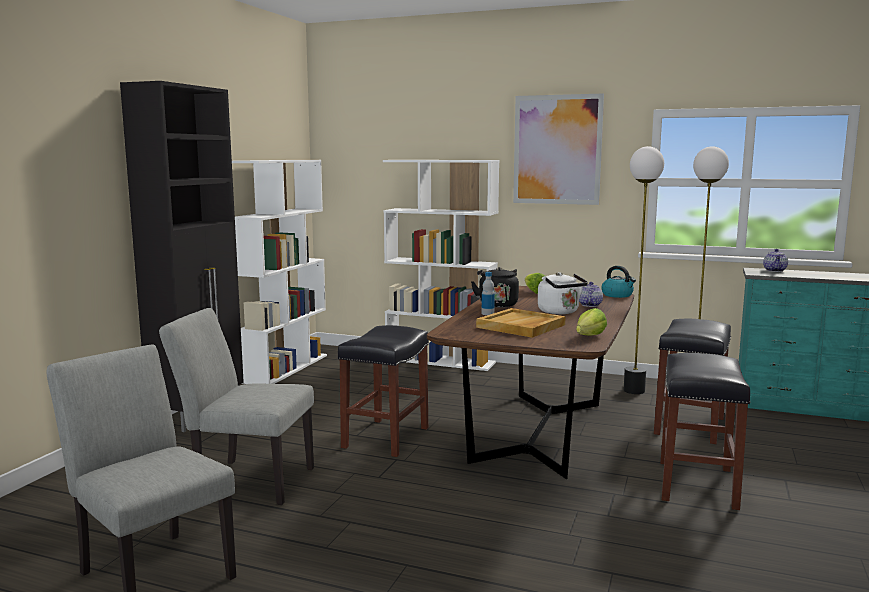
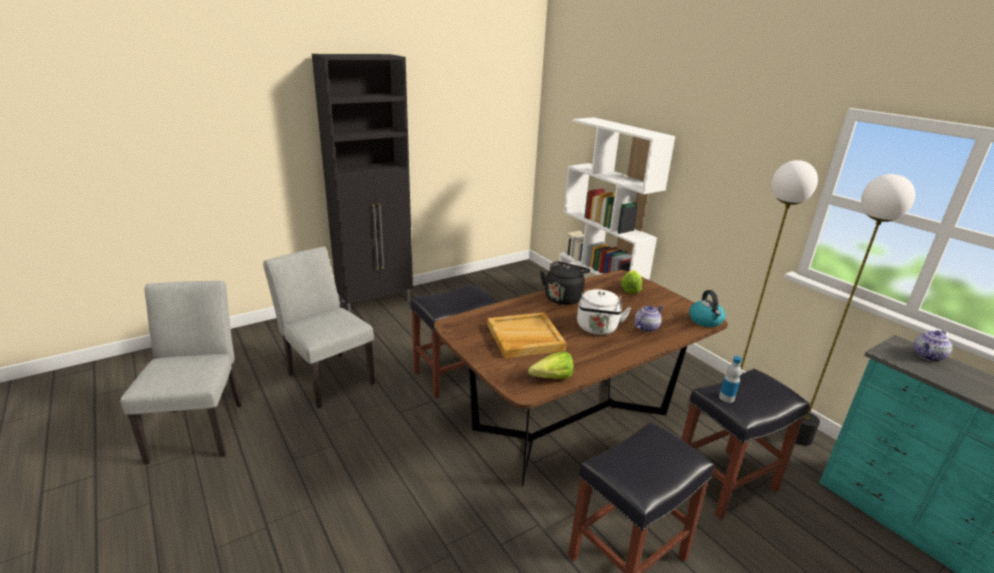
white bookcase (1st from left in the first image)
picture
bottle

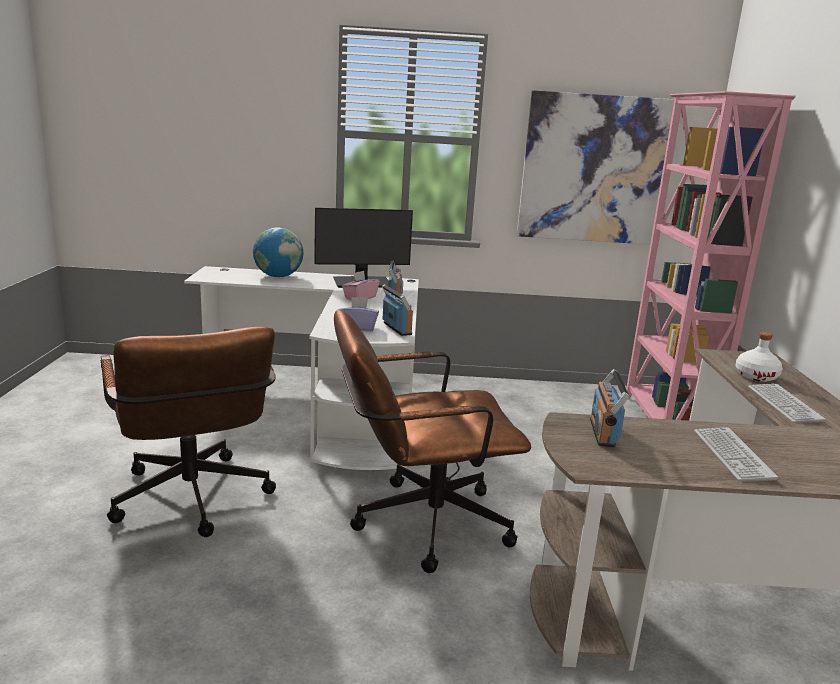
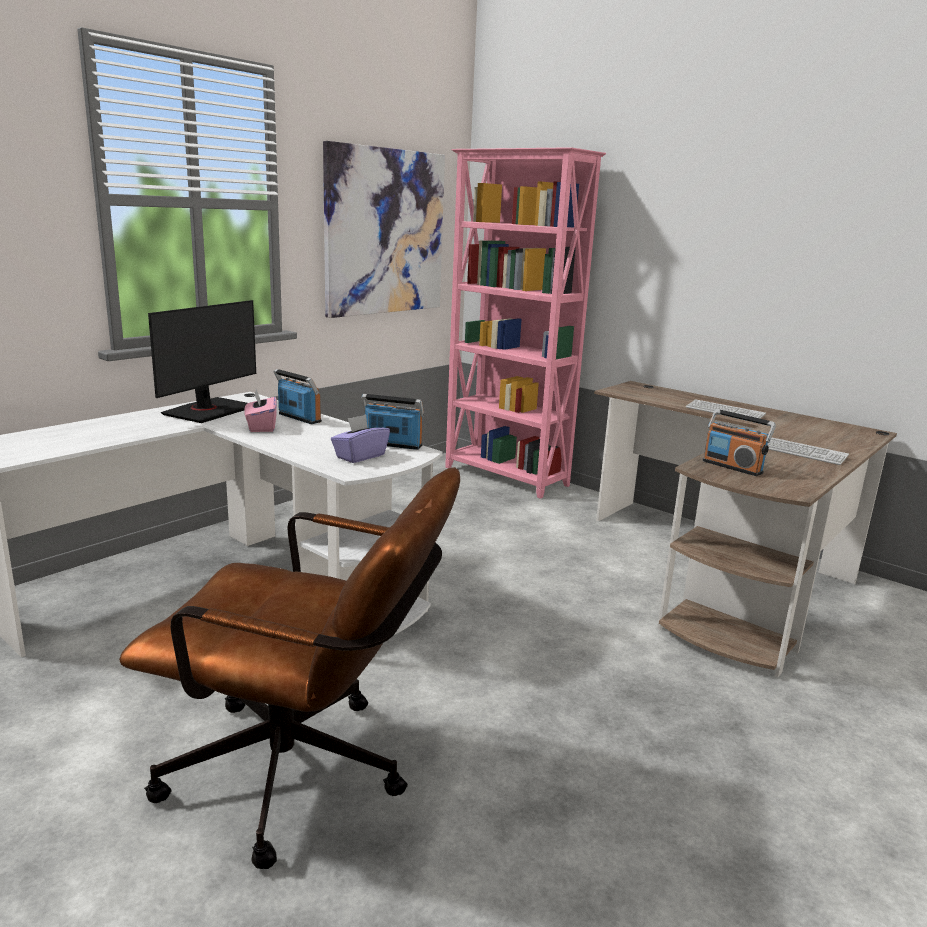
globe
brown office chair (2nd from left in the first image)
white bottle

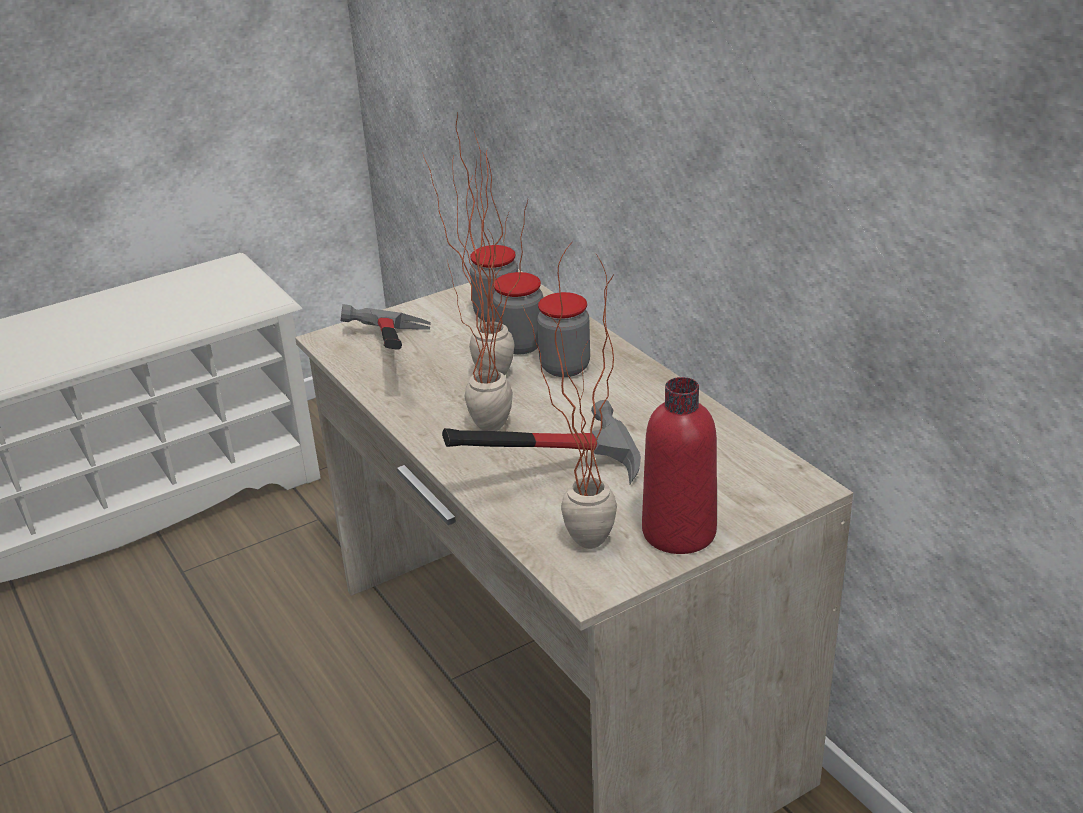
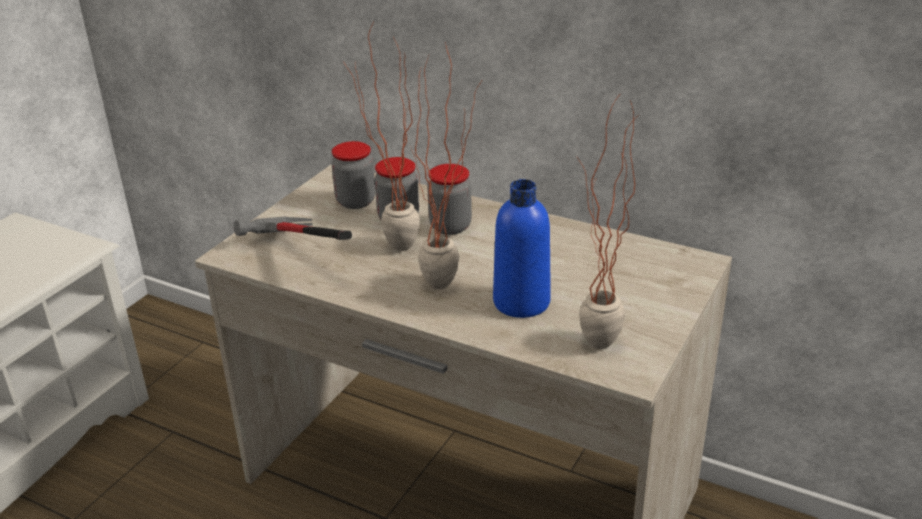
red bottle
blue bottle

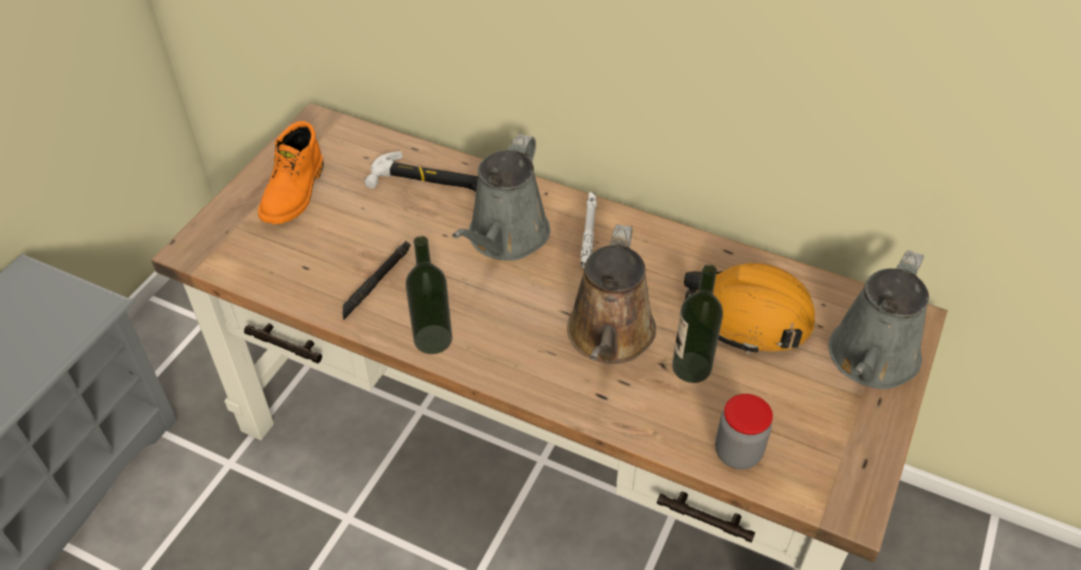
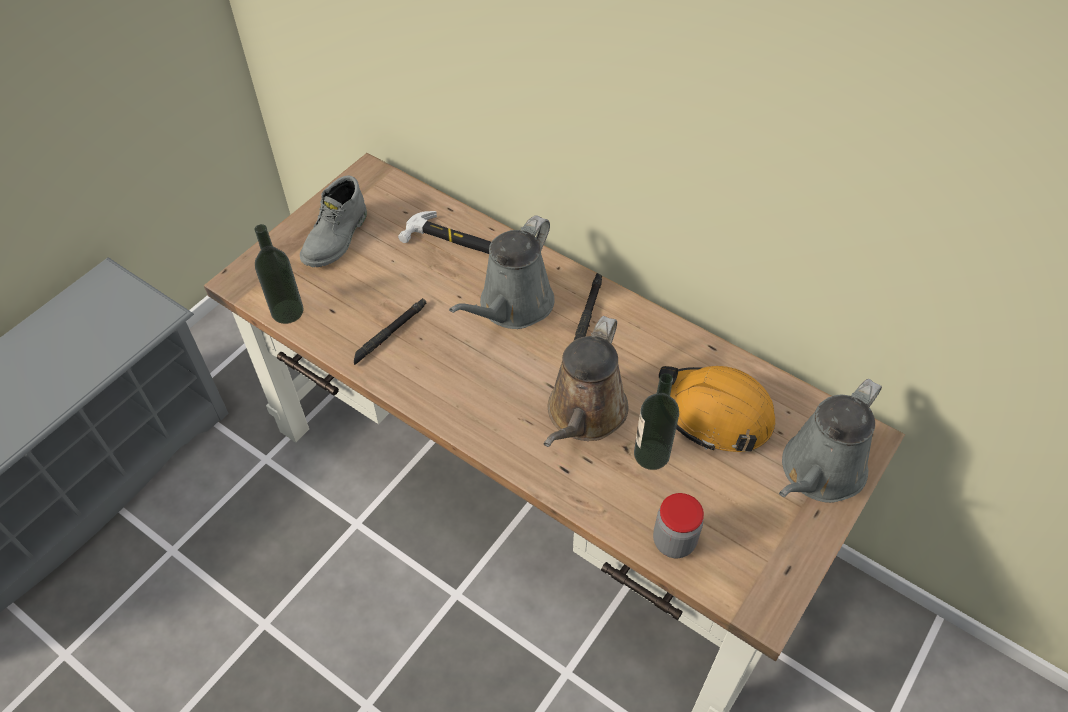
bottle (1st from left)
grey boot
black flashlight (2nd from left)

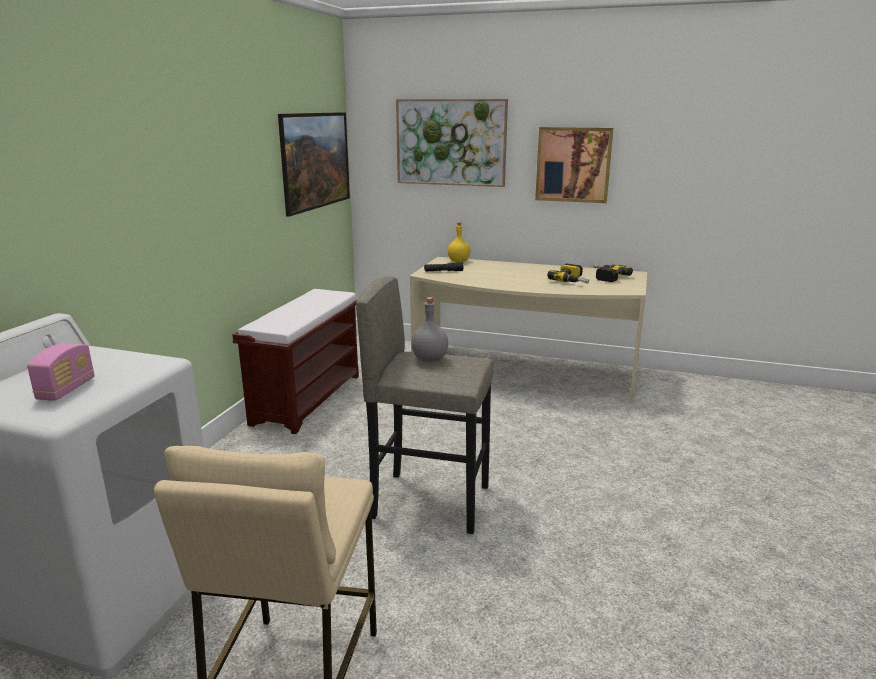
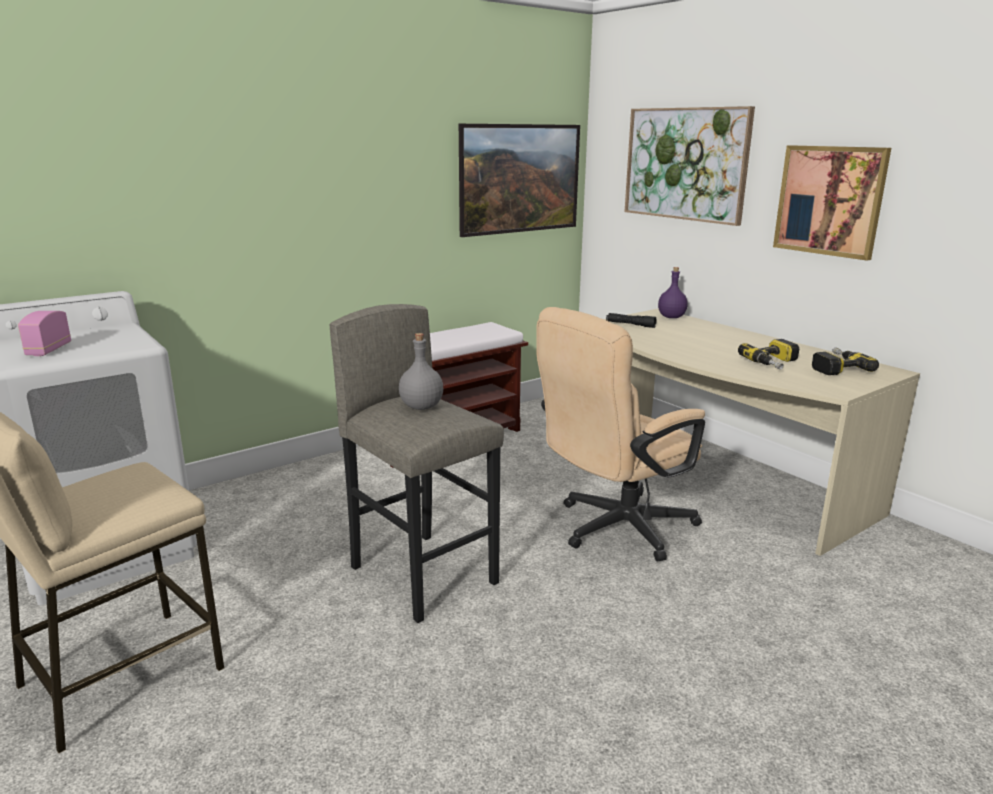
beige office chair
purple bottle
radio

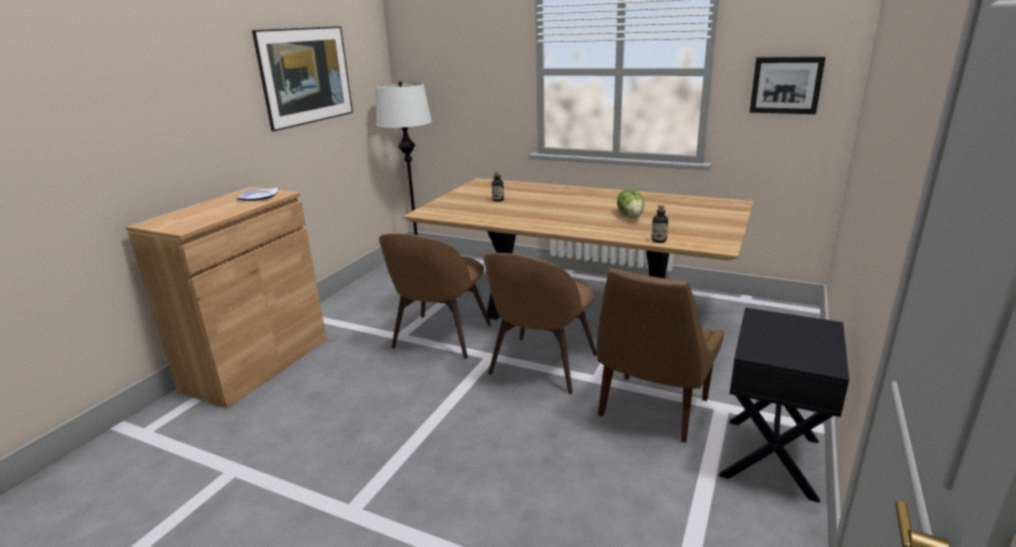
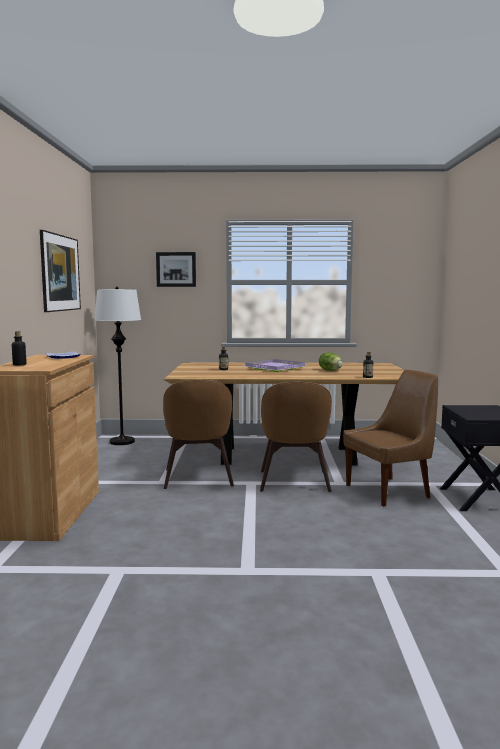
bottle (1st from left)
purple tray
picture (2nd from left)
brown chair (3rd from left)

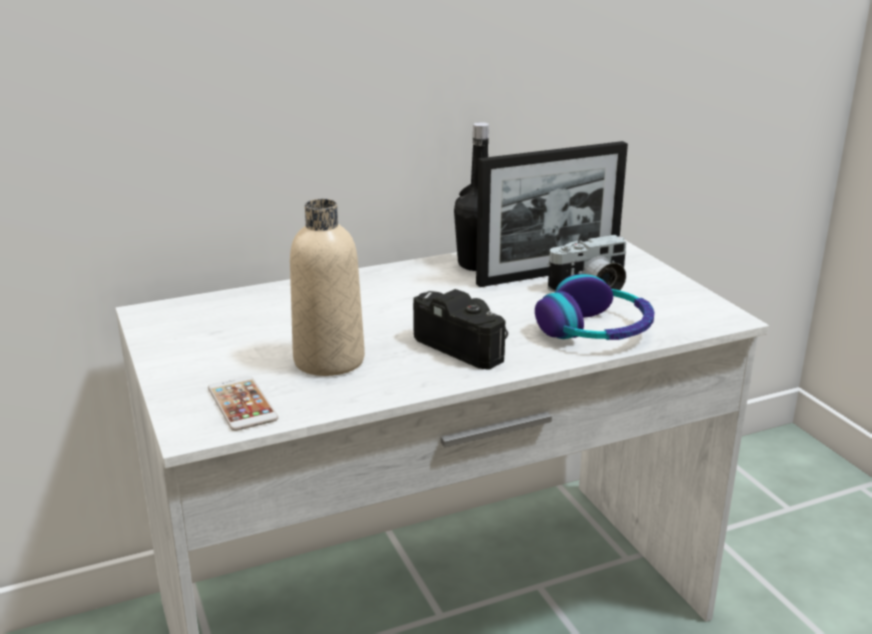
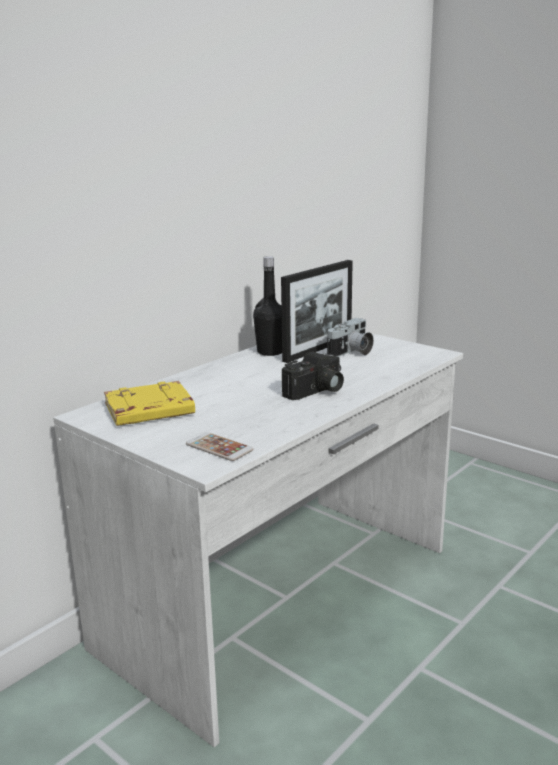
beige bottle
headphones
yellow book
photo camera (1st from left)

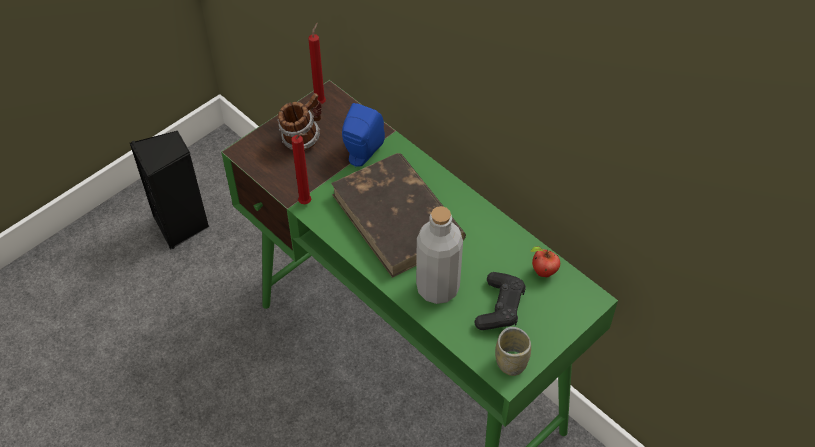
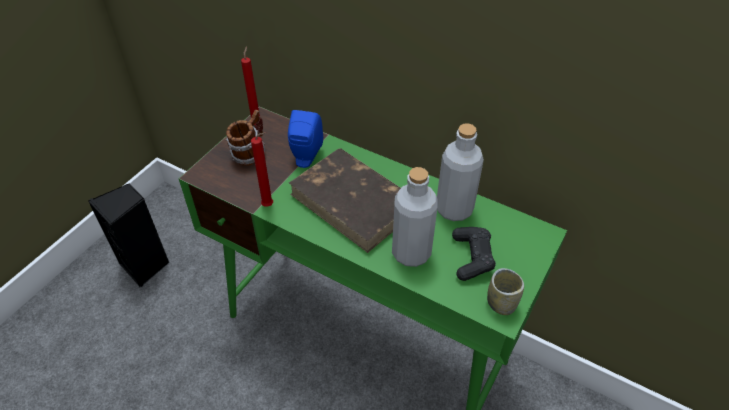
apple
grey bottle (2nd from left)

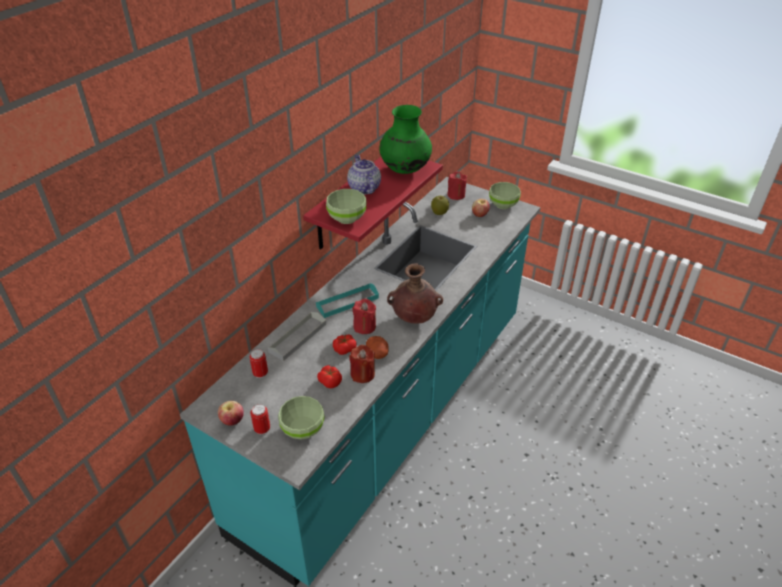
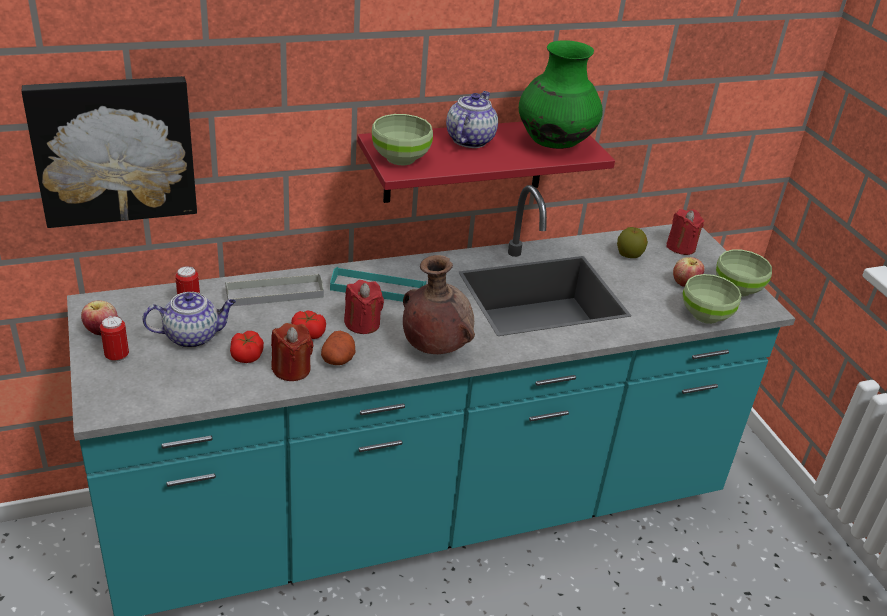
picture
teapot (1st from left)
green bowl (2nd from left)

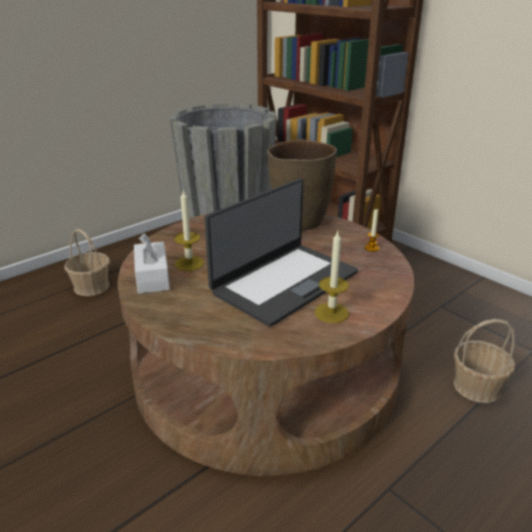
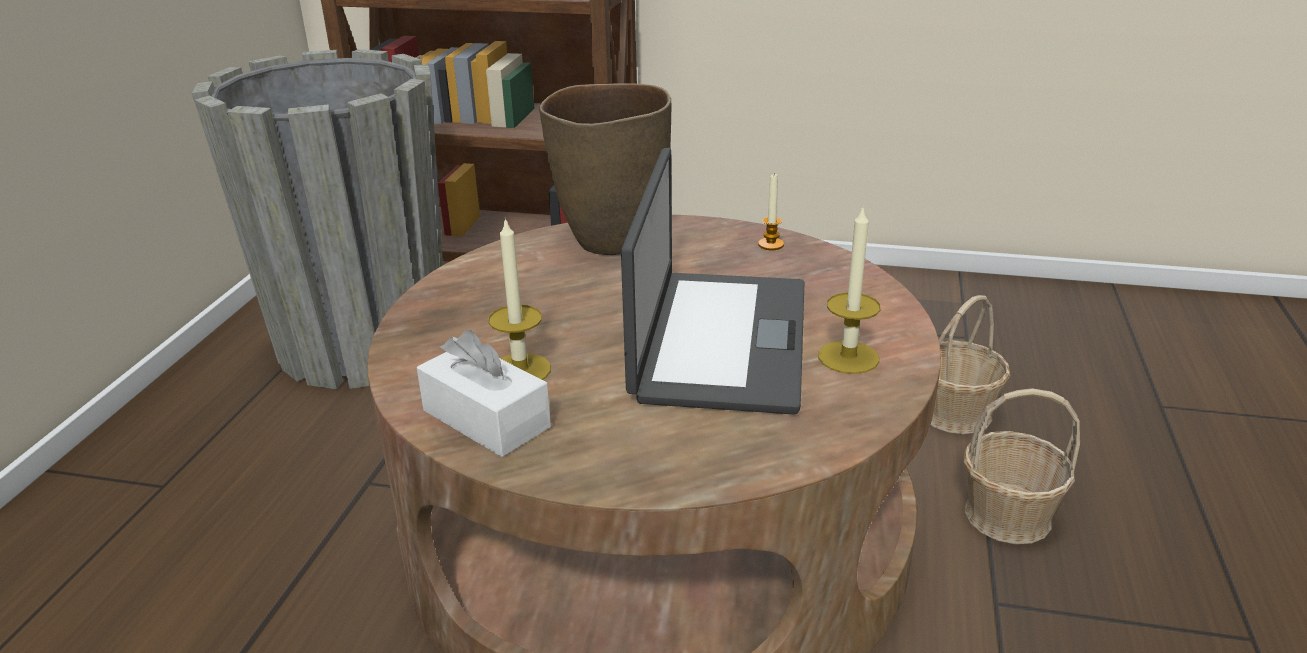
basket (2nd from left)

